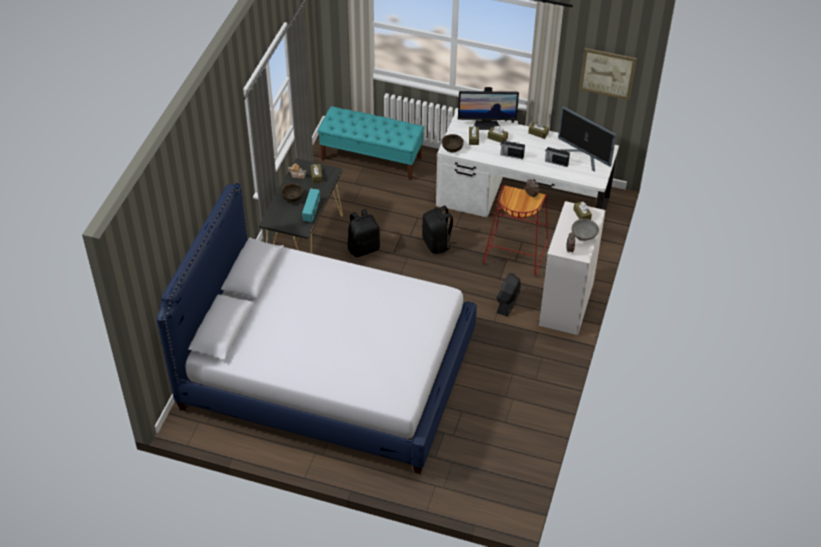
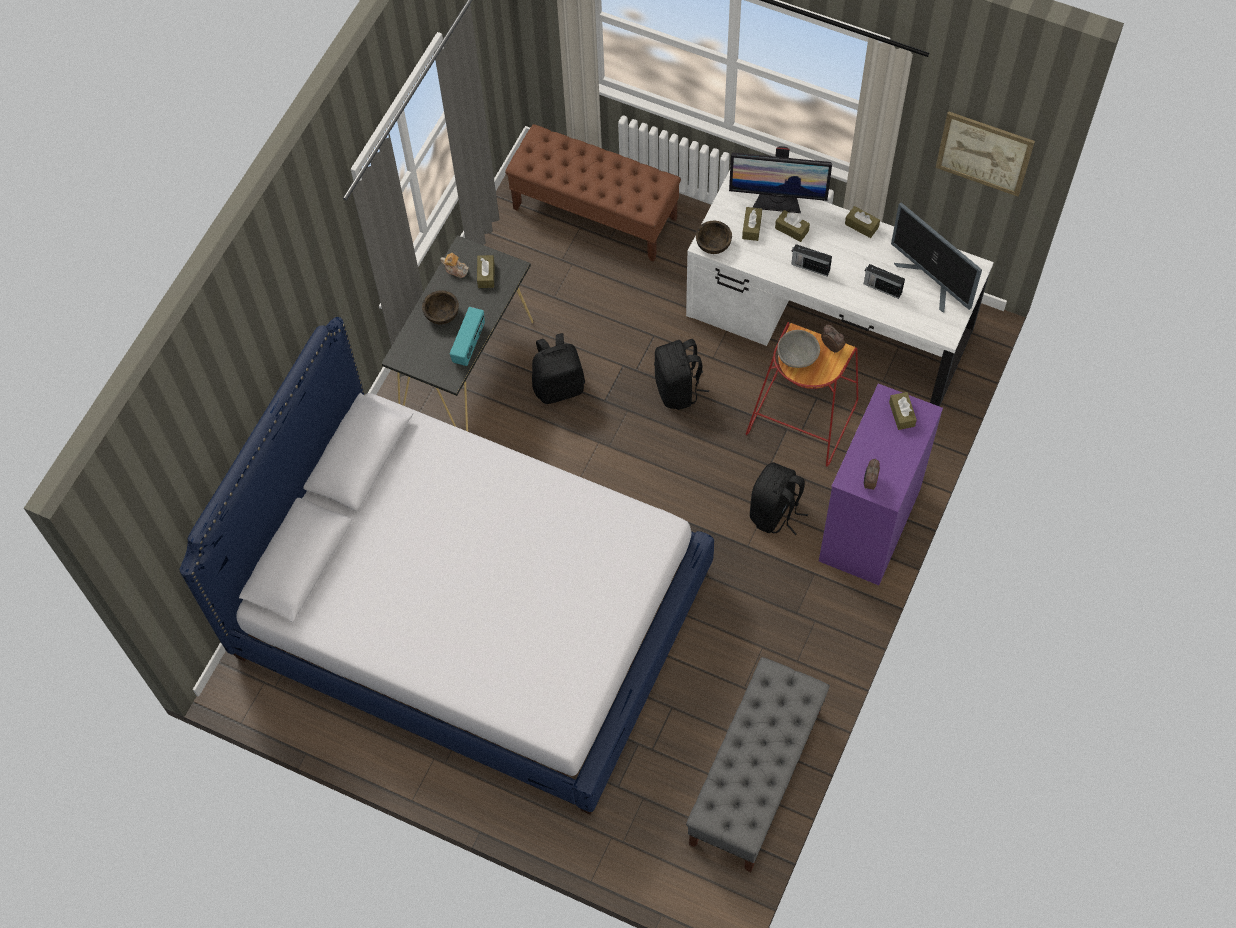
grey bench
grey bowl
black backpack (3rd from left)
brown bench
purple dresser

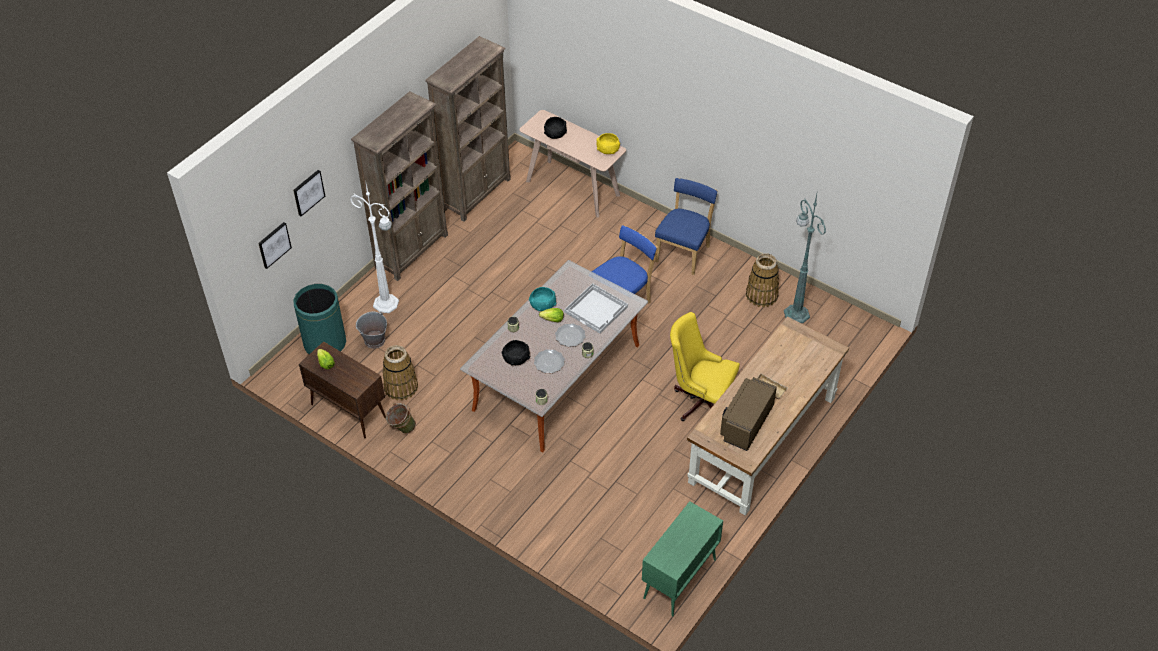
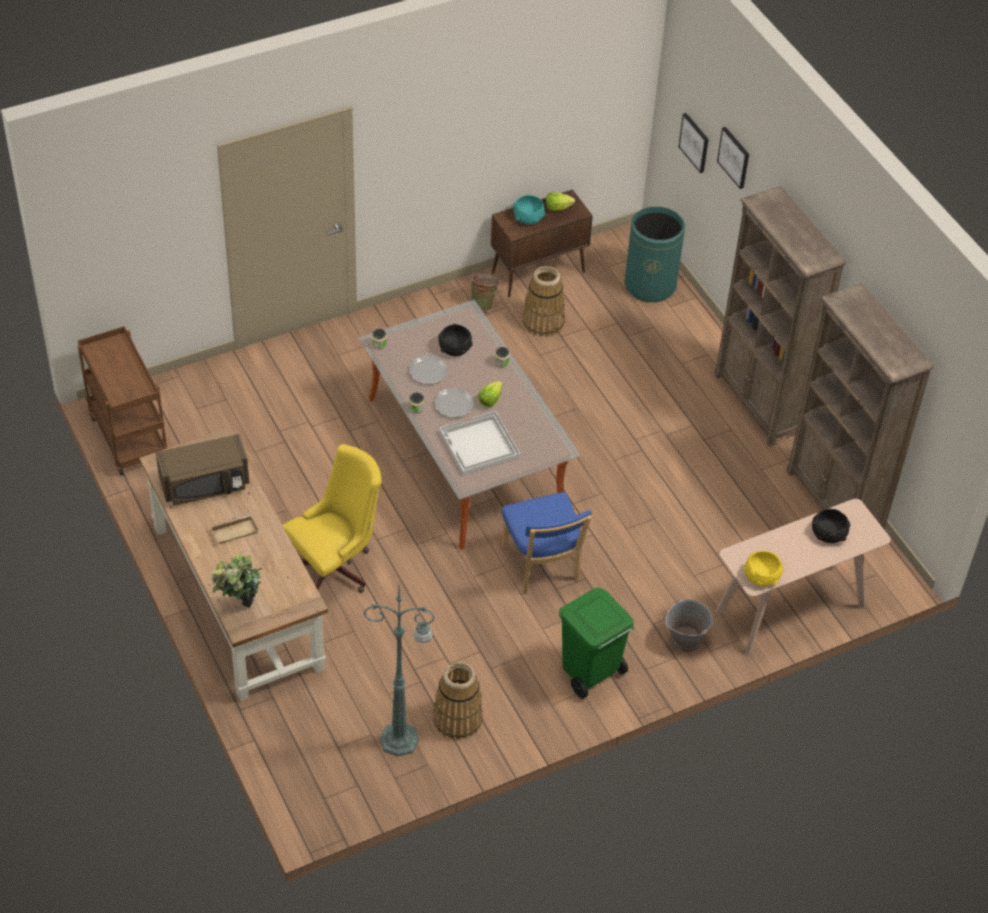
white floor lamp
potted plant
grey bucket
turquoise bowl
brown cart
green trash can (1st from left)
brown microwave

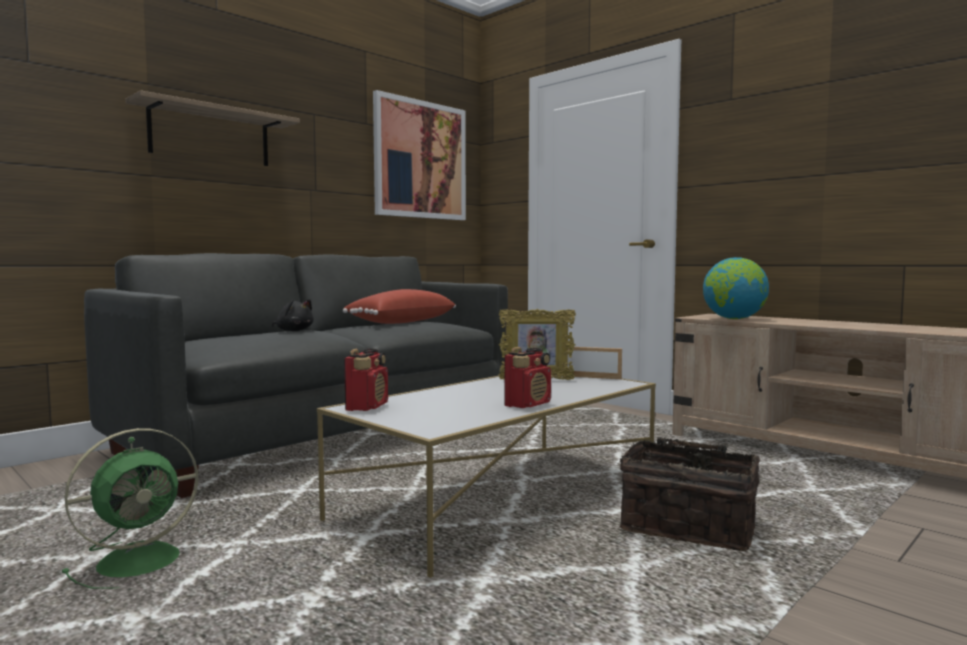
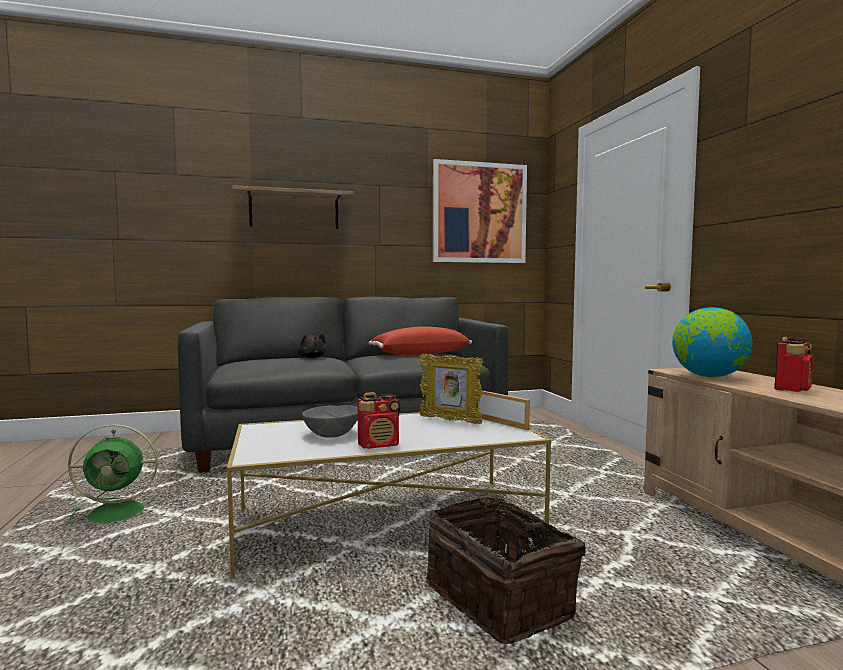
grey bowl
radio (2nd from left)

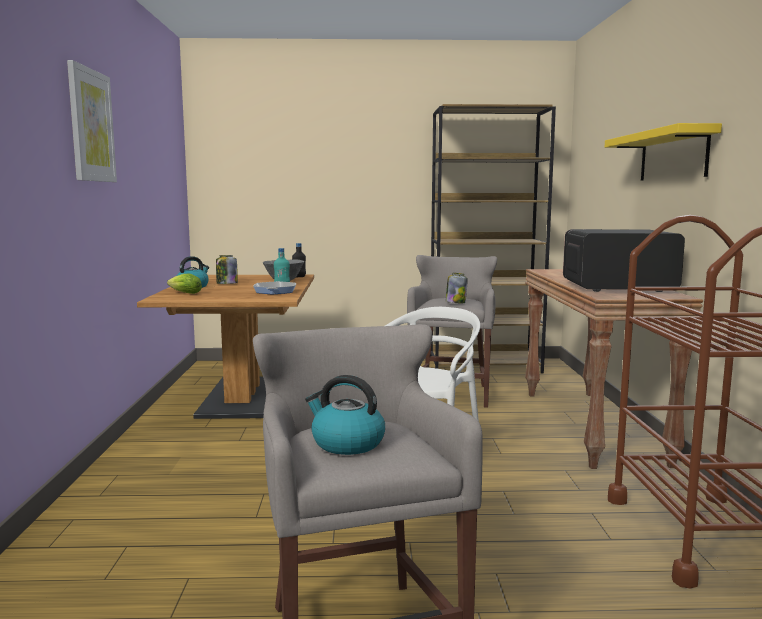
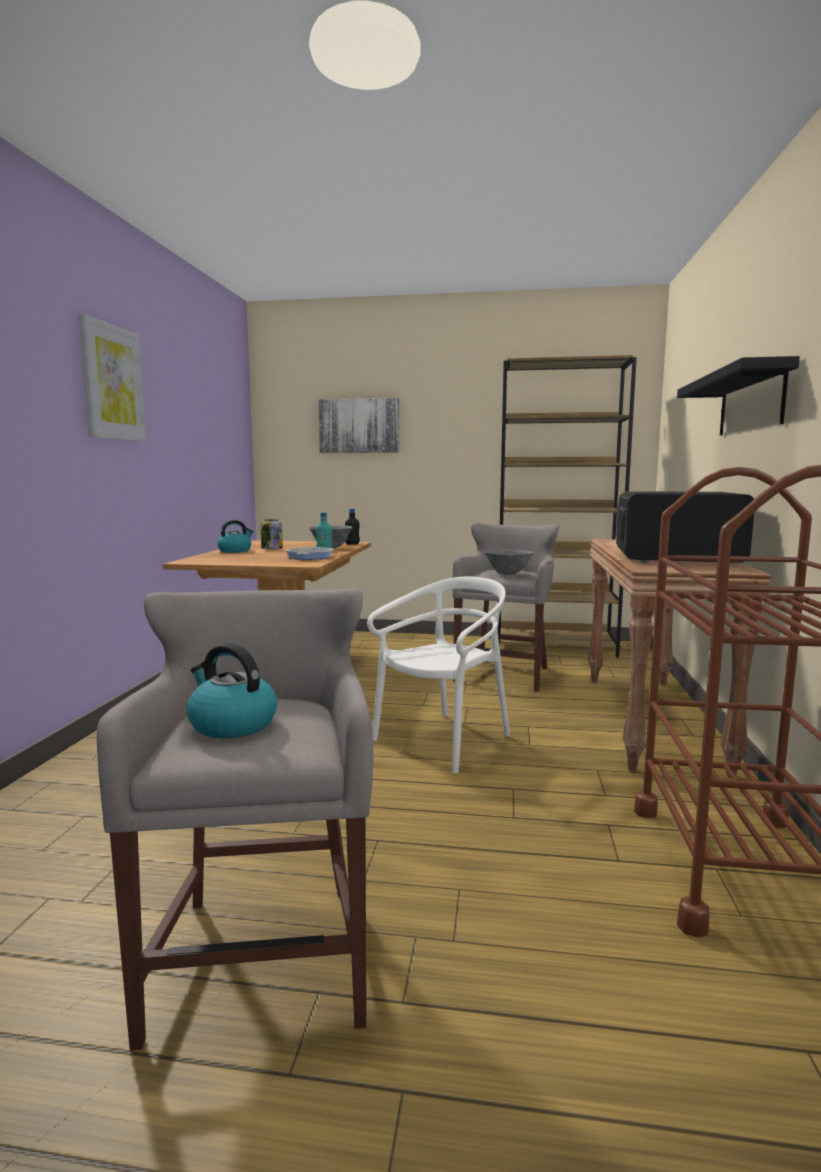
lettuce
picture (2nd from left)
grey bowl (2nd from left)
black shelf

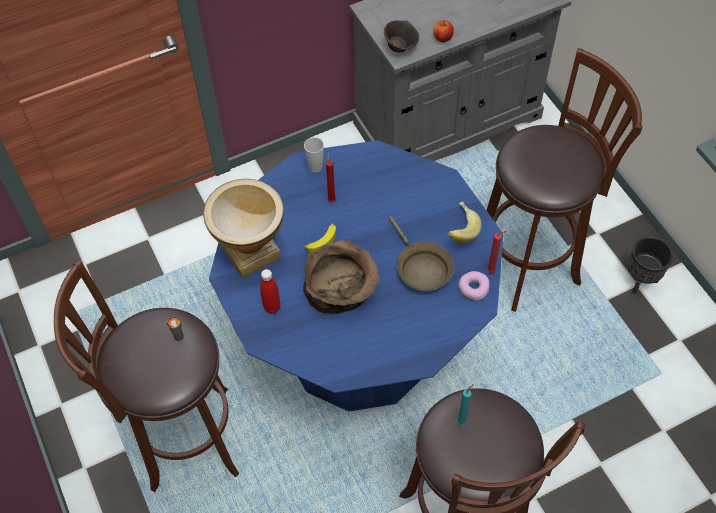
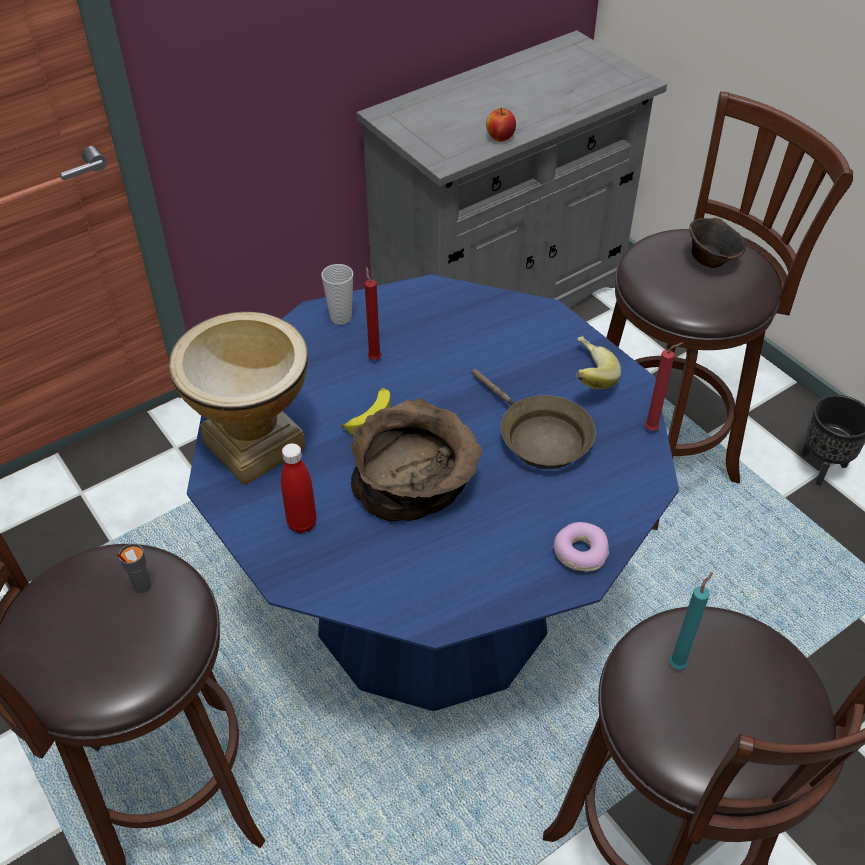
brown bowl (2nd from left)
donut

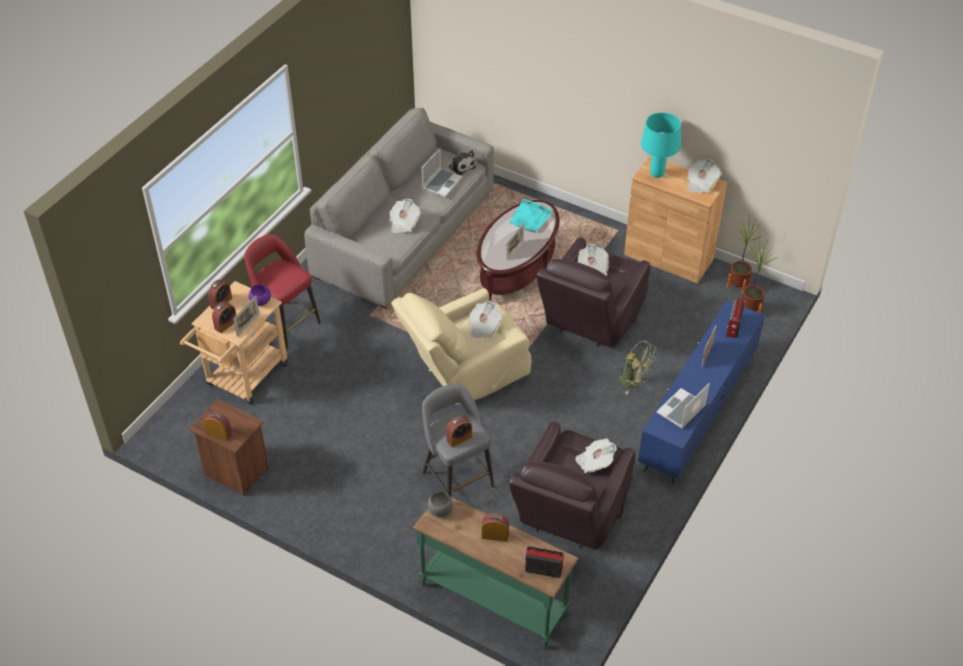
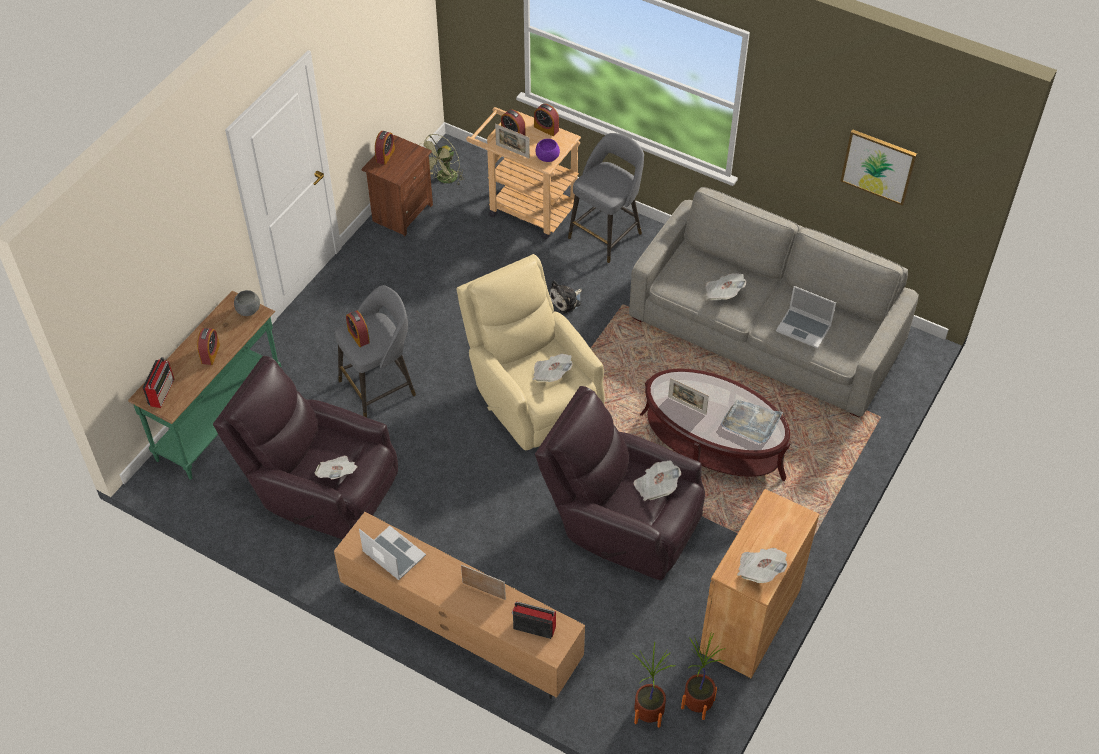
turquoise table lamp
picture
plush toy
green fan
grey stool (2nd from left)
grey tray
brown tv stand

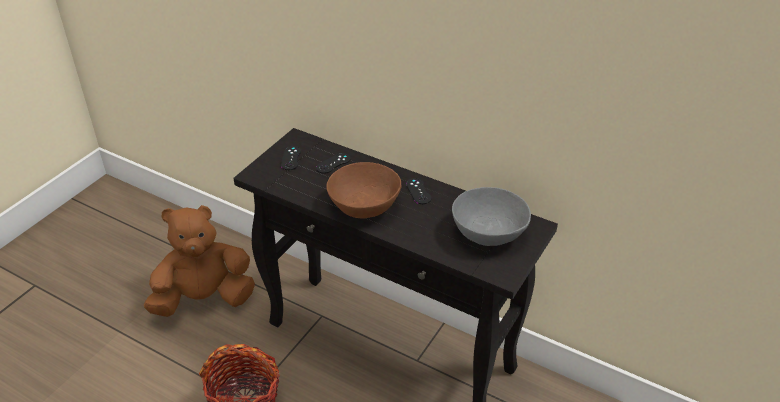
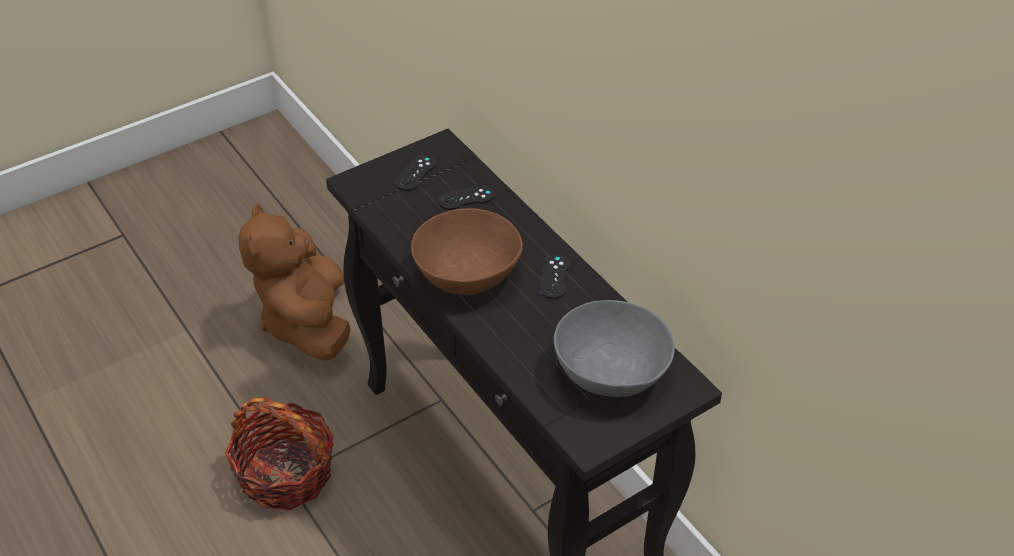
brown plush toy

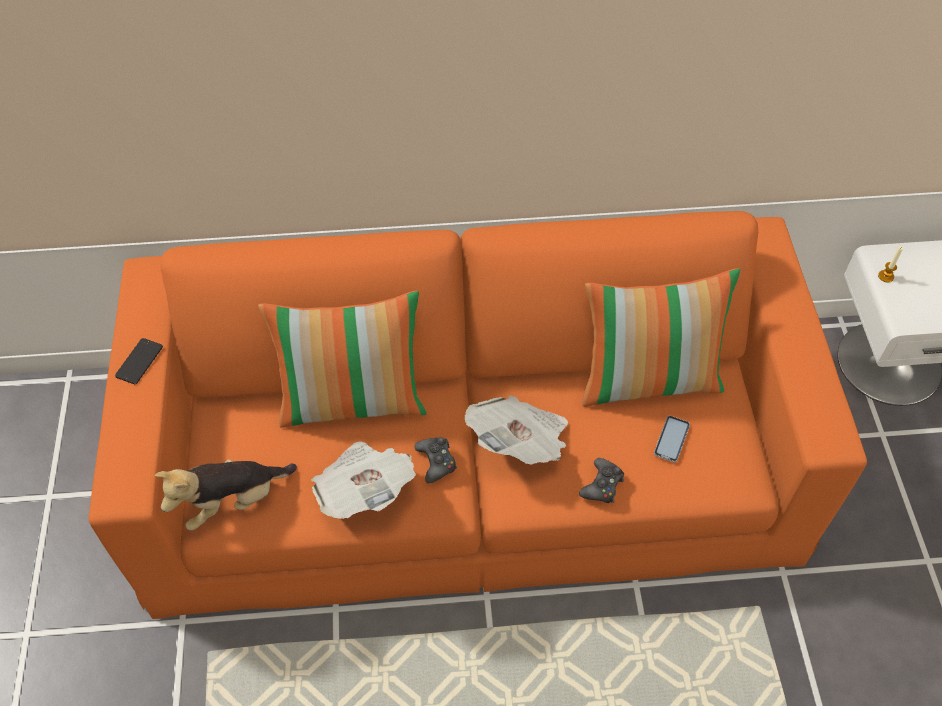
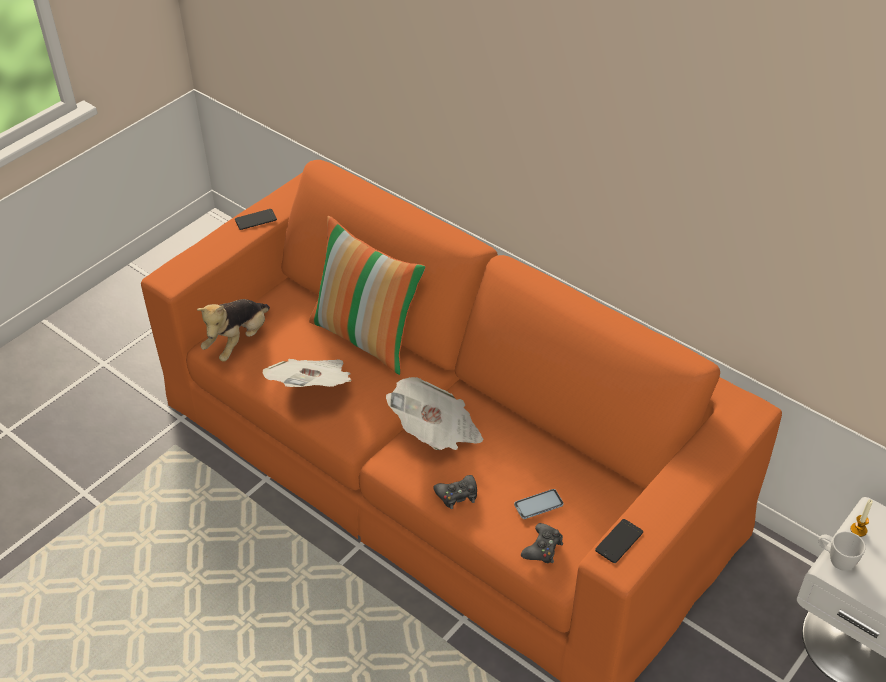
pillow (2nd from left in the first image)
phone (3rd from left)
white mug
black game controller (2nd from left)
plush toy

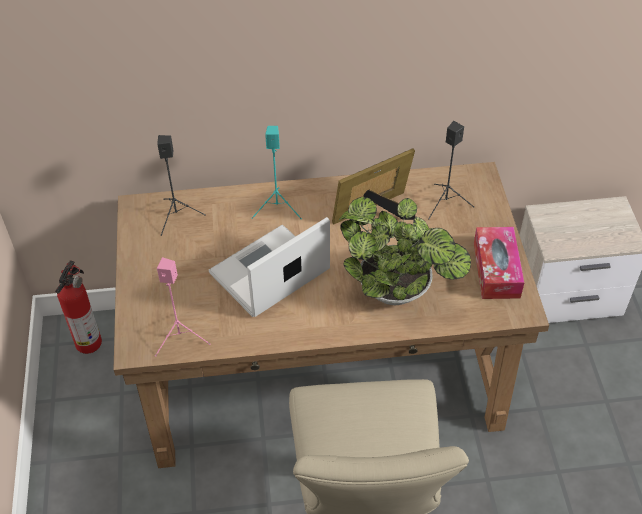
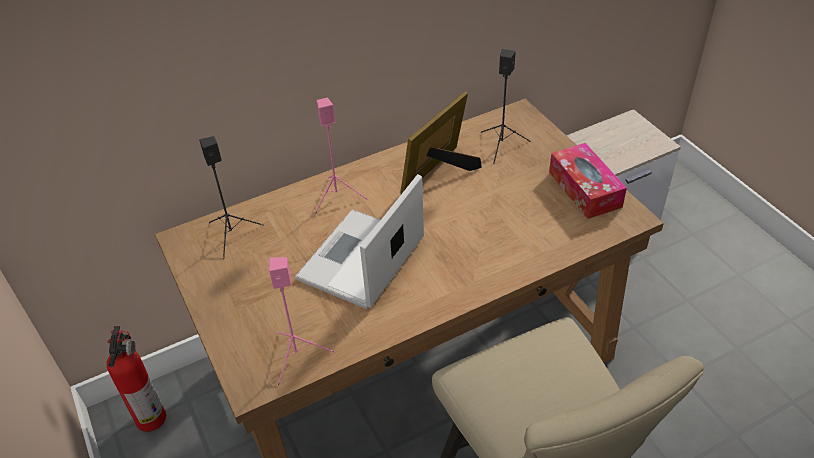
potted plant
pink speaker (2nd from left)

